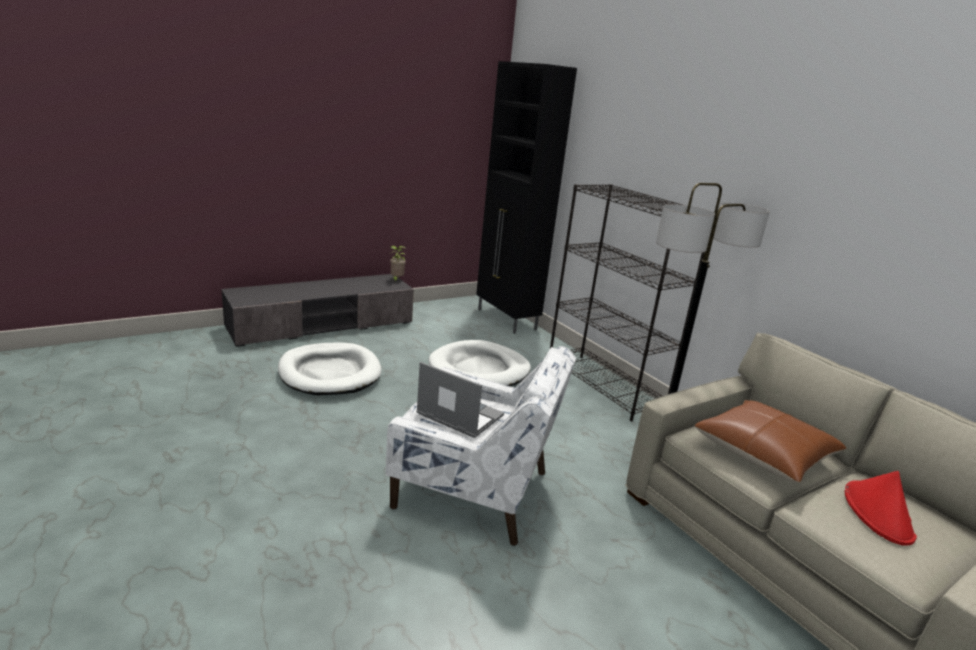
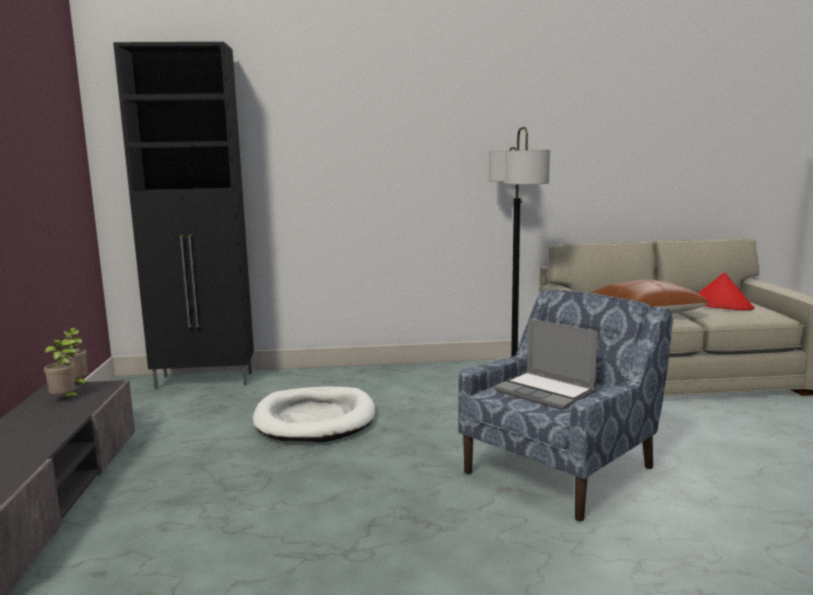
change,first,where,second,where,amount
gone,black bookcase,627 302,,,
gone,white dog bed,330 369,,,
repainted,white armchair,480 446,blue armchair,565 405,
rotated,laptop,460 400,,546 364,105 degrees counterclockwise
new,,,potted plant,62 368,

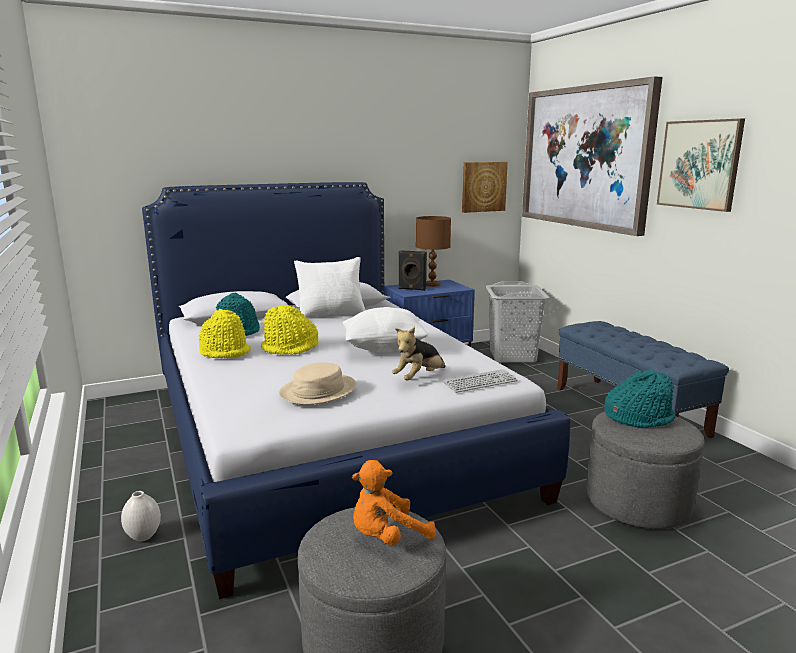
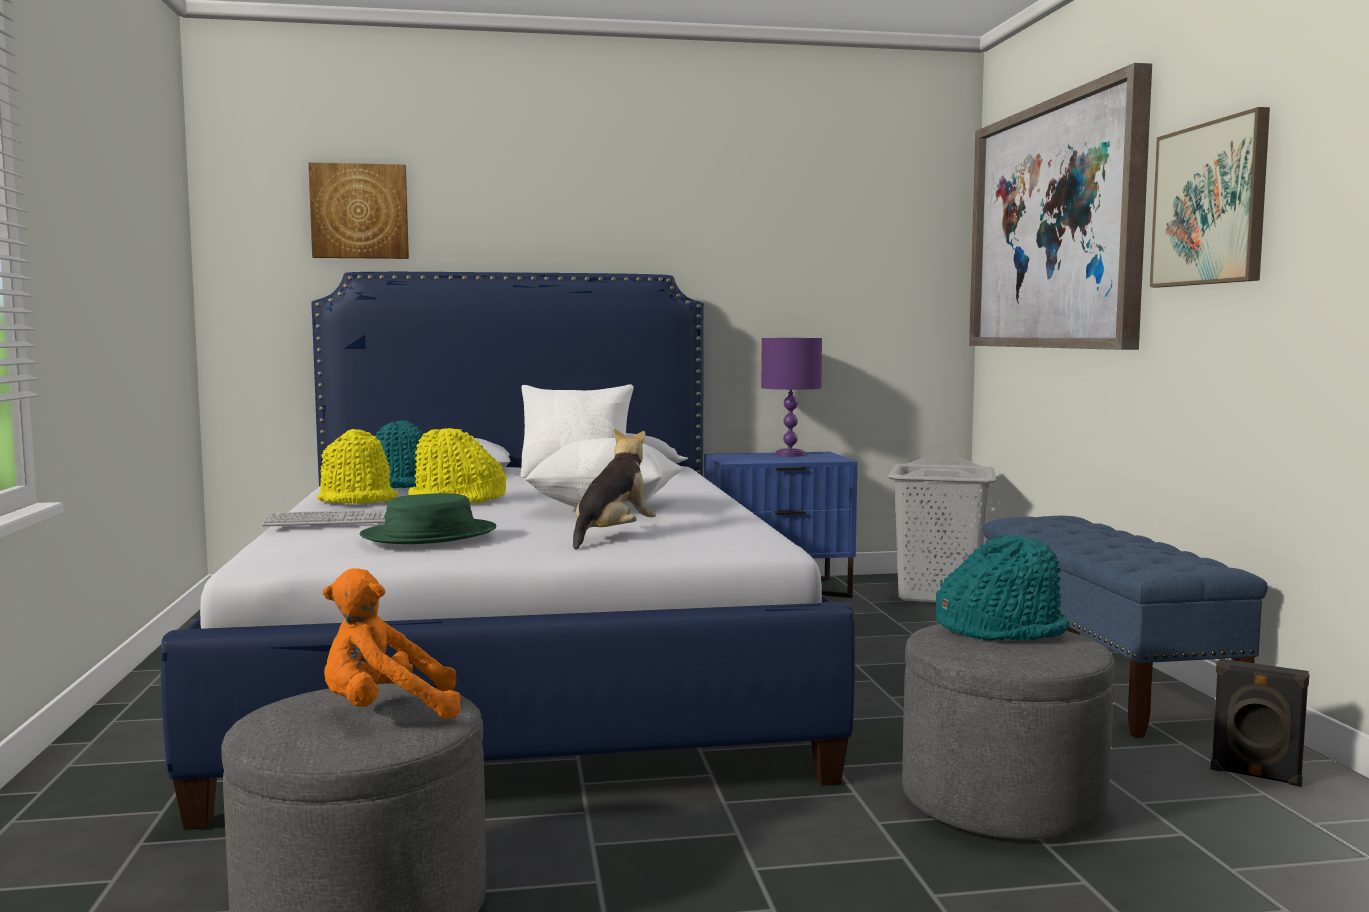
change,first,where,second,where,amount
shifted,picture,485 187,,358 210,
repainted,brown table lamp,433 251,purple table lamp,791 397,
shifted,black speaker,412 270,,1260 723,
rotated,plush toy,418 354,,614 488,150 degrees clockwise
repainted,beige hat,318 383,green hat,428 518,
shifted,keyboard,480 381,,324 517,
gone,white vase,141 516,,,

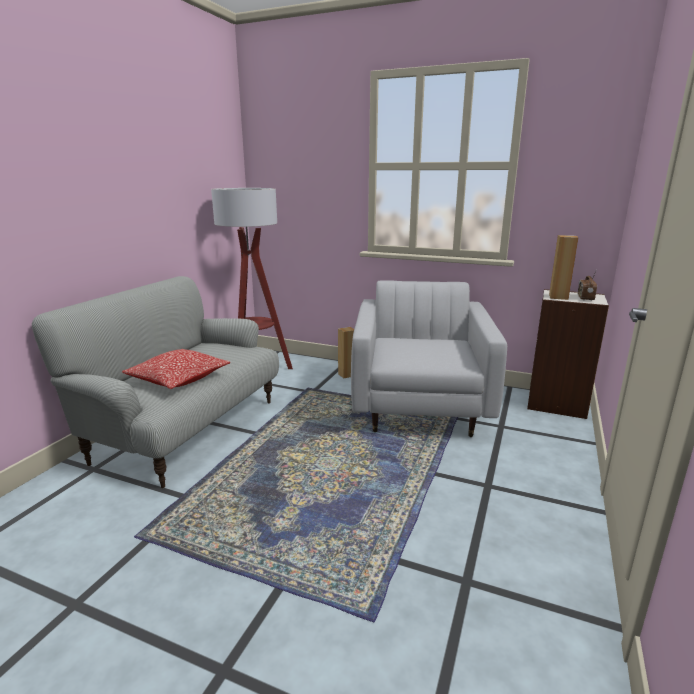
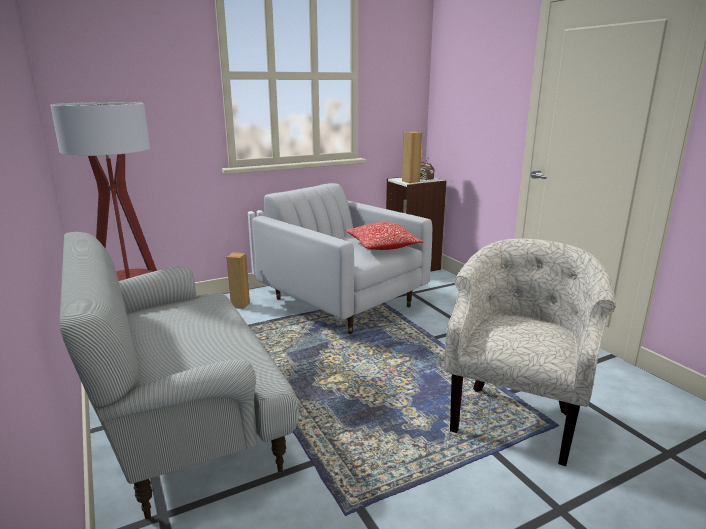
change,first,where,second,where,amount
shifted,pillow,176 369,,384 236,
new,,,beige armchair,530 352,

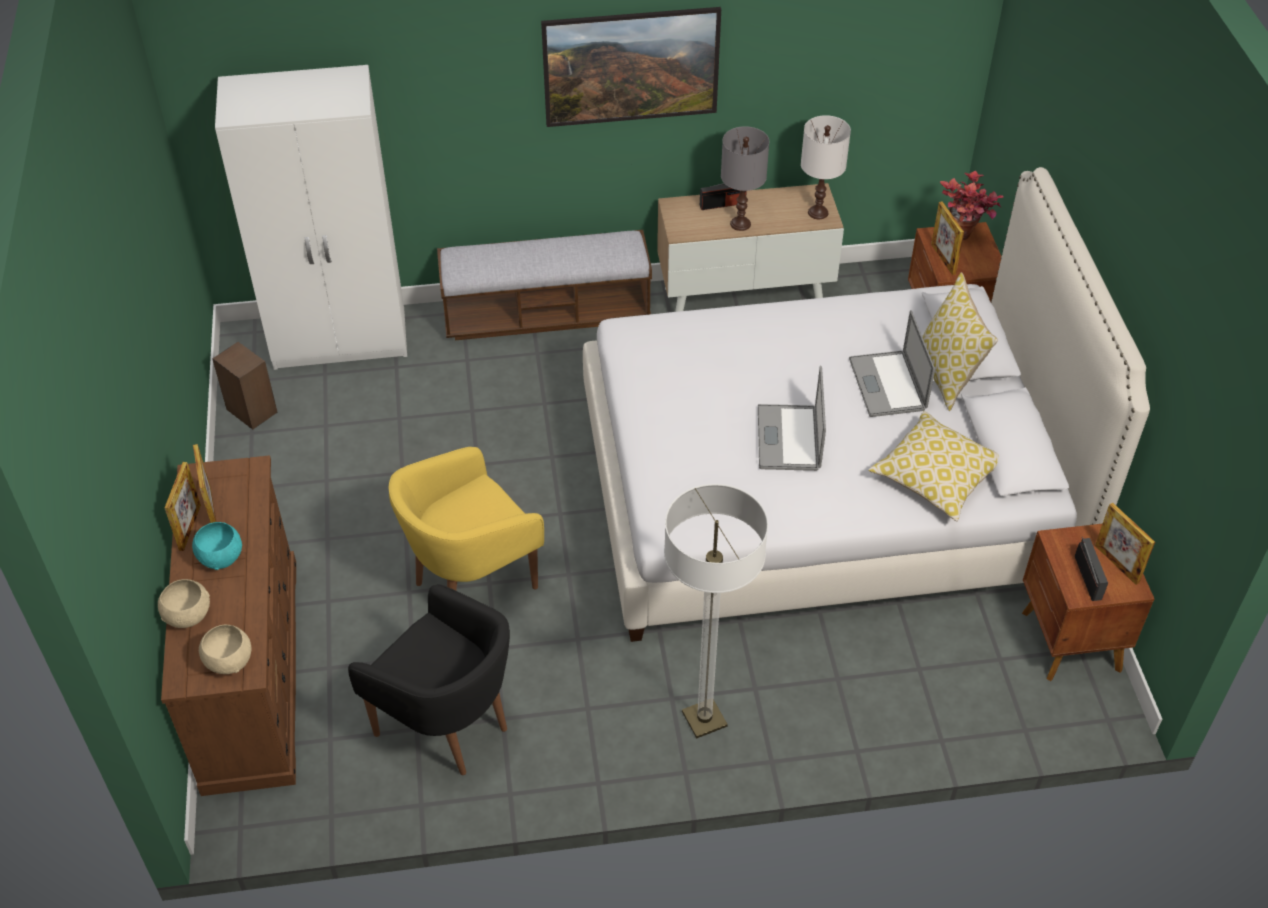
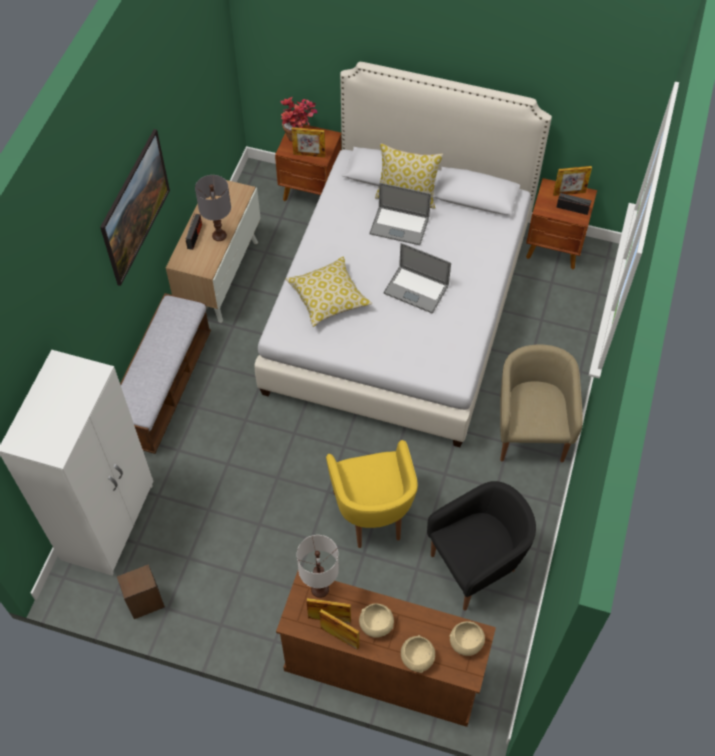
change,first,where,second,where,amount
shifted,white table lamp,826 167,,318 566,
shifted,pillow,933 466,,329 292,
swapped,floor lamp,716 611,beige armchair,541 403,
repainted,turquoise bowl,217 546,beige bowl,376 621,

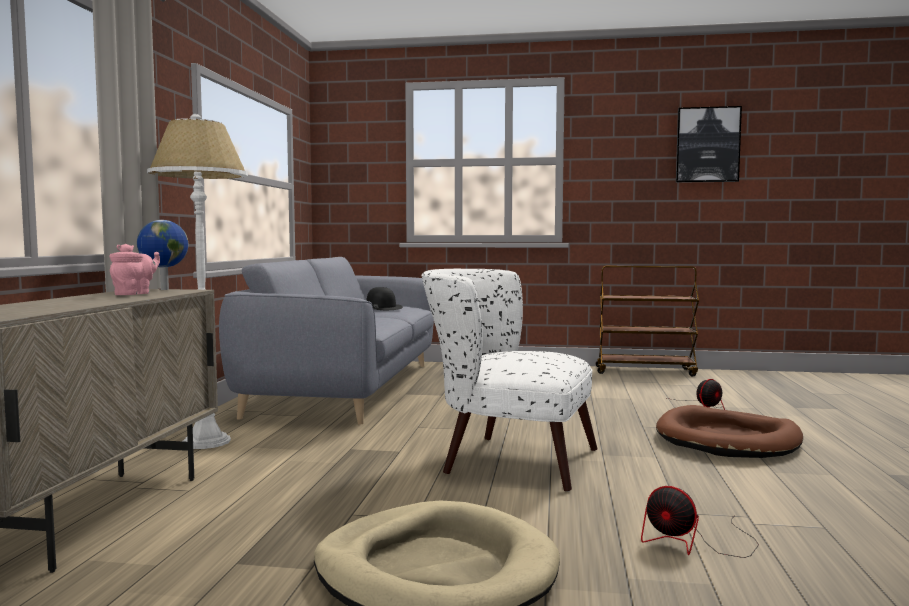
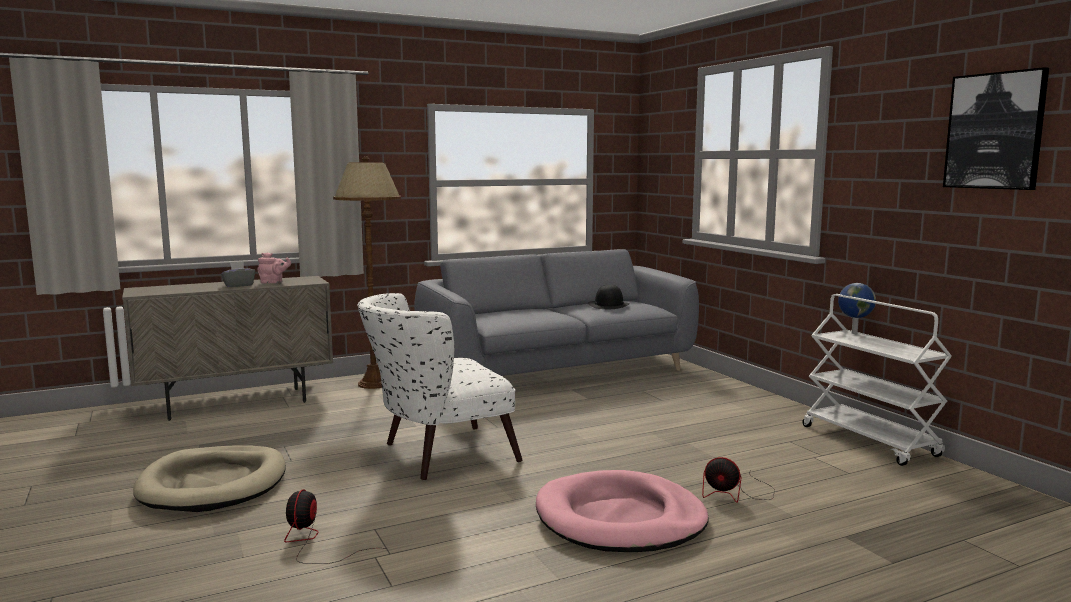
change,first,where,second,where,amount
repainted,white floor lamp,197 281,brown floor lamp,367 272,
shifted,globe,162 255,,857 308,
repainted,brown cart,647 321,white cart,877 380,
rotated,white armchair,509 380,,439 386,105 degrees counterclockwise
repainted,brown dog bed,729 431,pink dog bed,622 511,
new,,,grey tissue box,238 274,

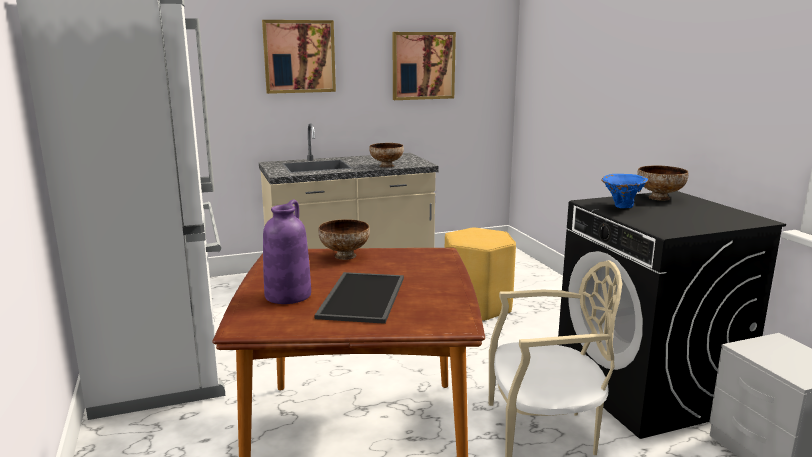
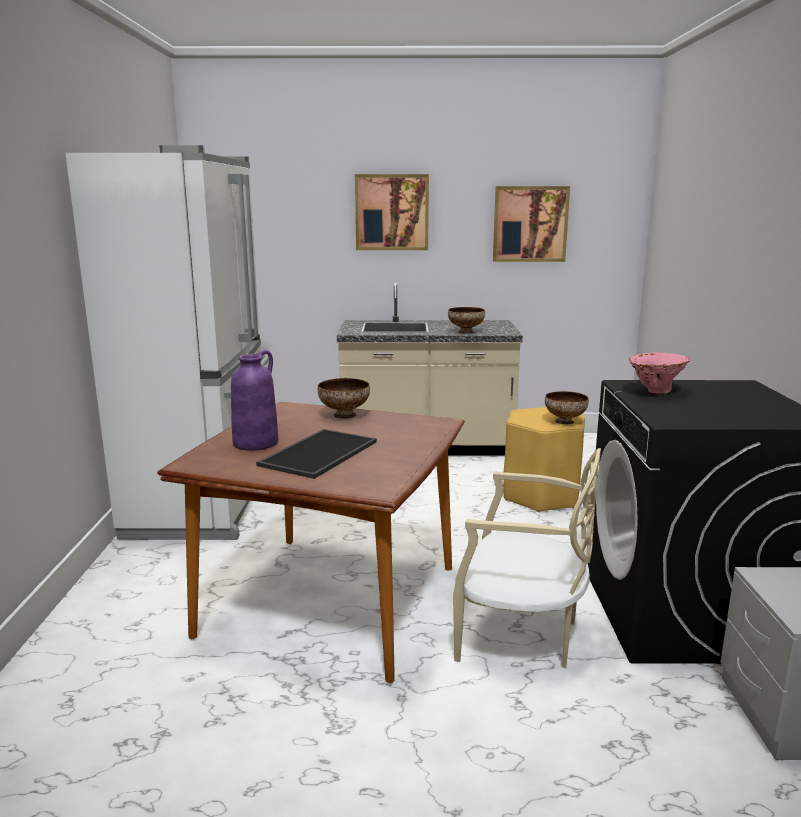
change,first,where,second,where,amount
shifted,bowl,662 183,,567 407,
repainted,blue vase,624 191,pink vase,659 373,

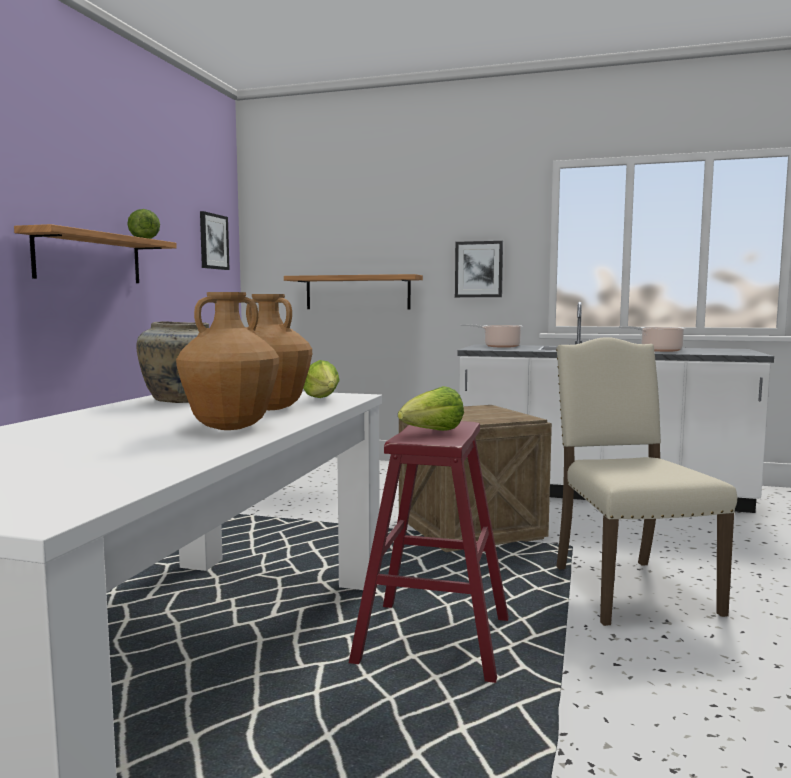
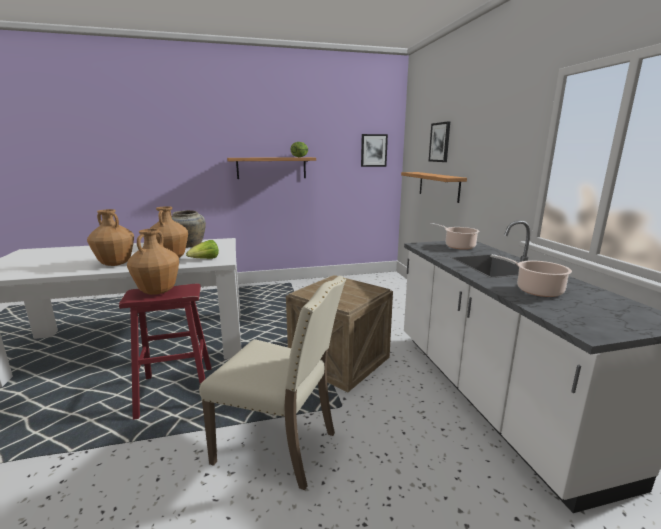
change,first,where,second,where,amount
shifted,picture,479 269,,439 141,
rotated,beige chair,646 481,,272 383,60 degrees clockwise
swapped,lettuce,431 408,brown vase,153 262,

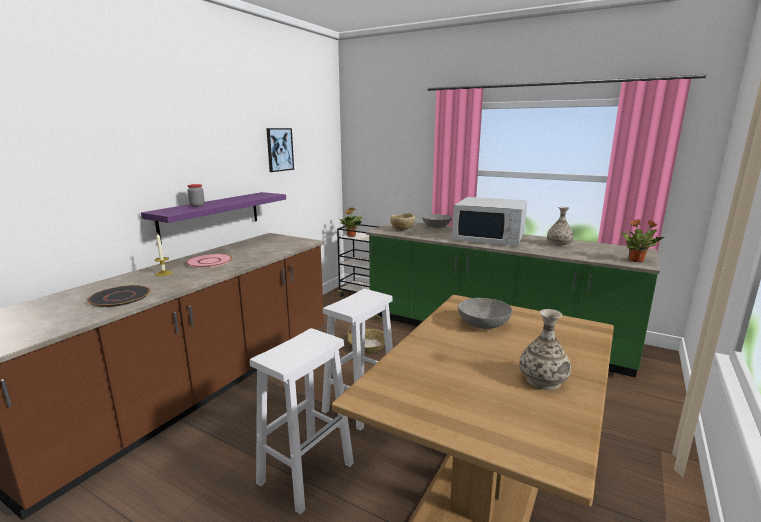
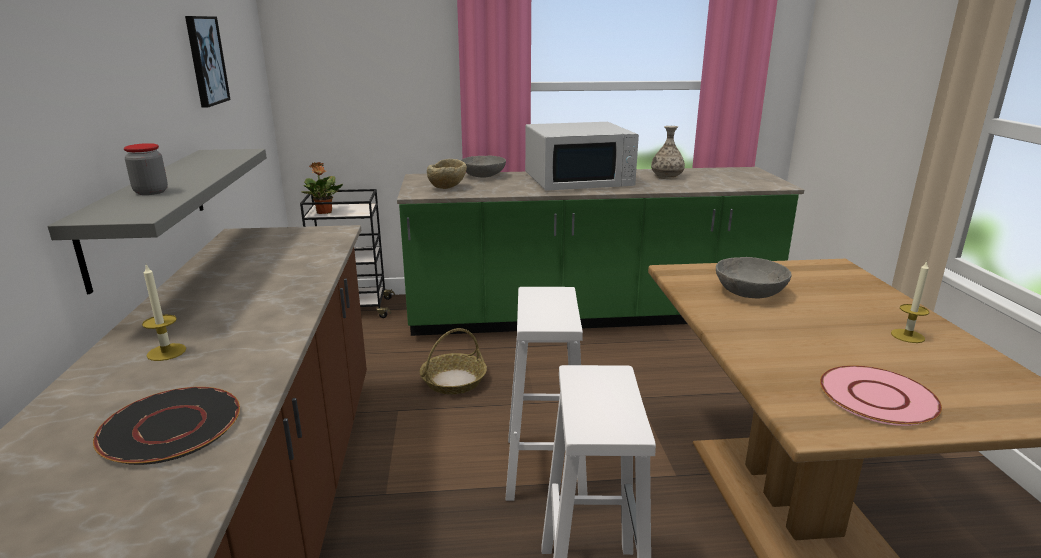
change,first,where,second,where,amount
repainted,purple shelf,213 218,grey shelf,157 221,
gone,potted plant,641 241,,,
shifted,pink plate,209 261,,881 395,
swapped,vase,545 349,candle,910 302,

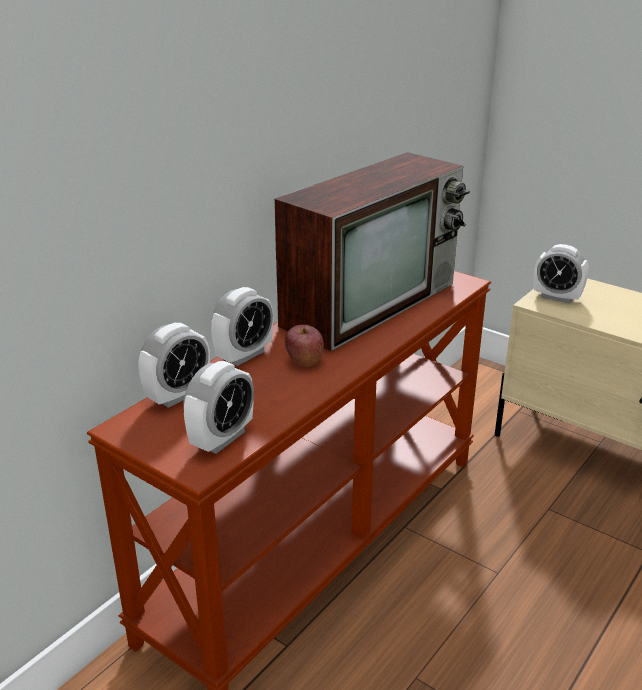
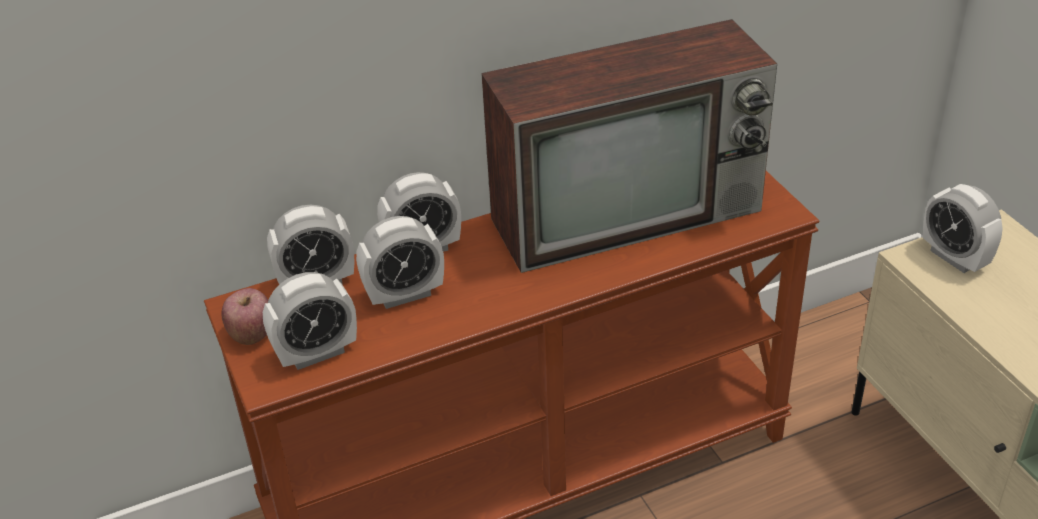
change,first,where,second,where,amount
shifted,apple,304 345,,244 316,
new,,,alarm clock,400 262,

